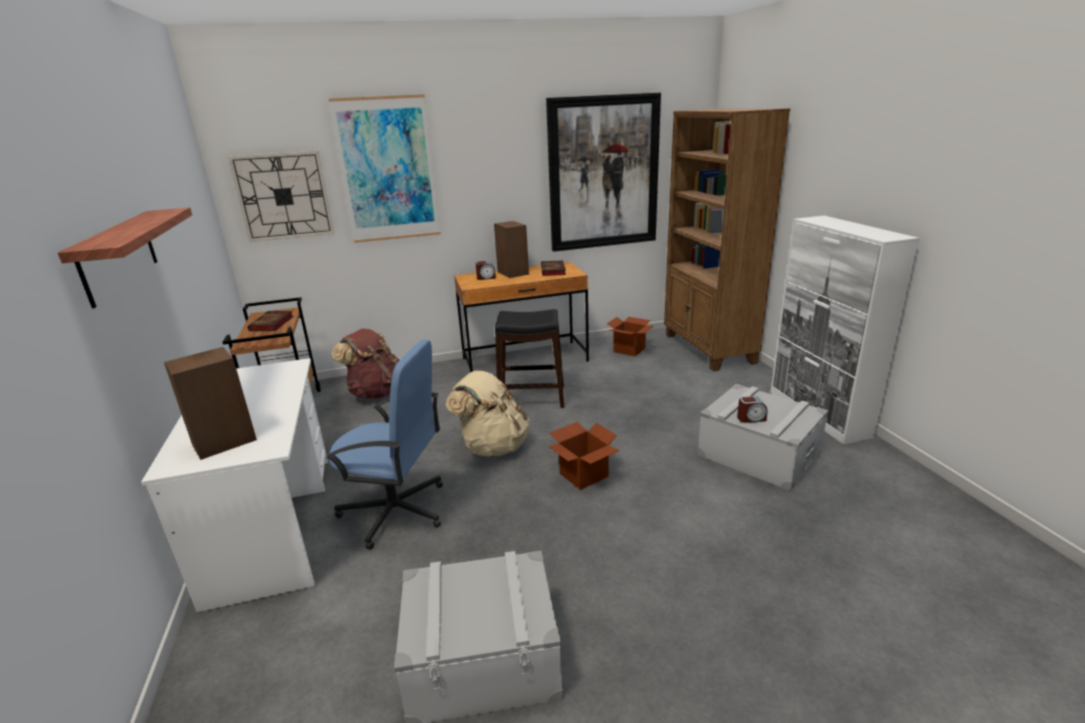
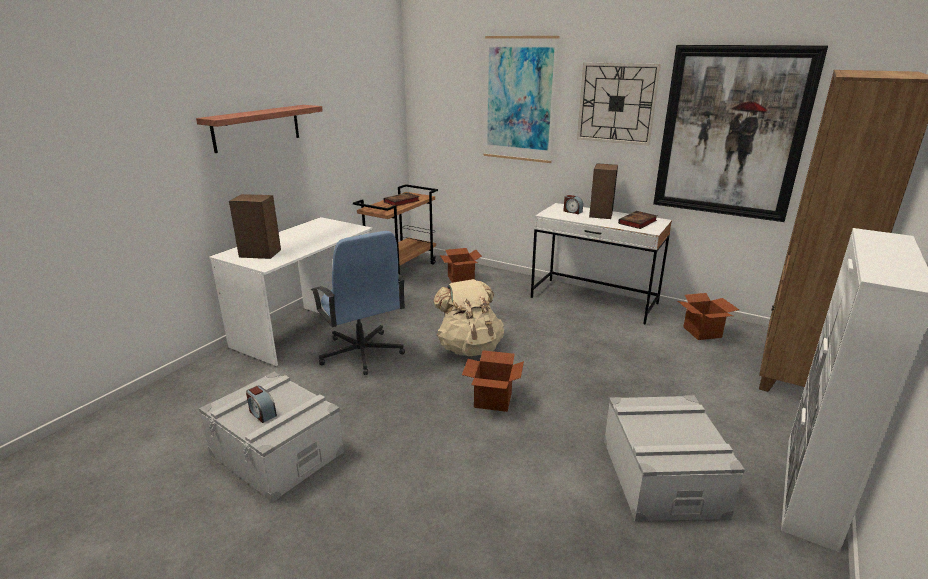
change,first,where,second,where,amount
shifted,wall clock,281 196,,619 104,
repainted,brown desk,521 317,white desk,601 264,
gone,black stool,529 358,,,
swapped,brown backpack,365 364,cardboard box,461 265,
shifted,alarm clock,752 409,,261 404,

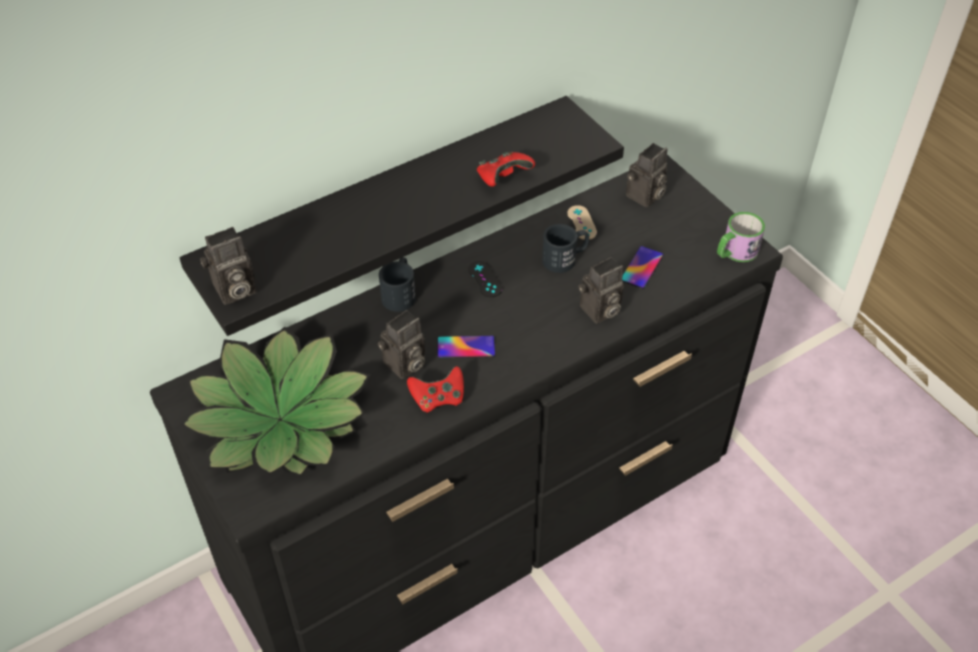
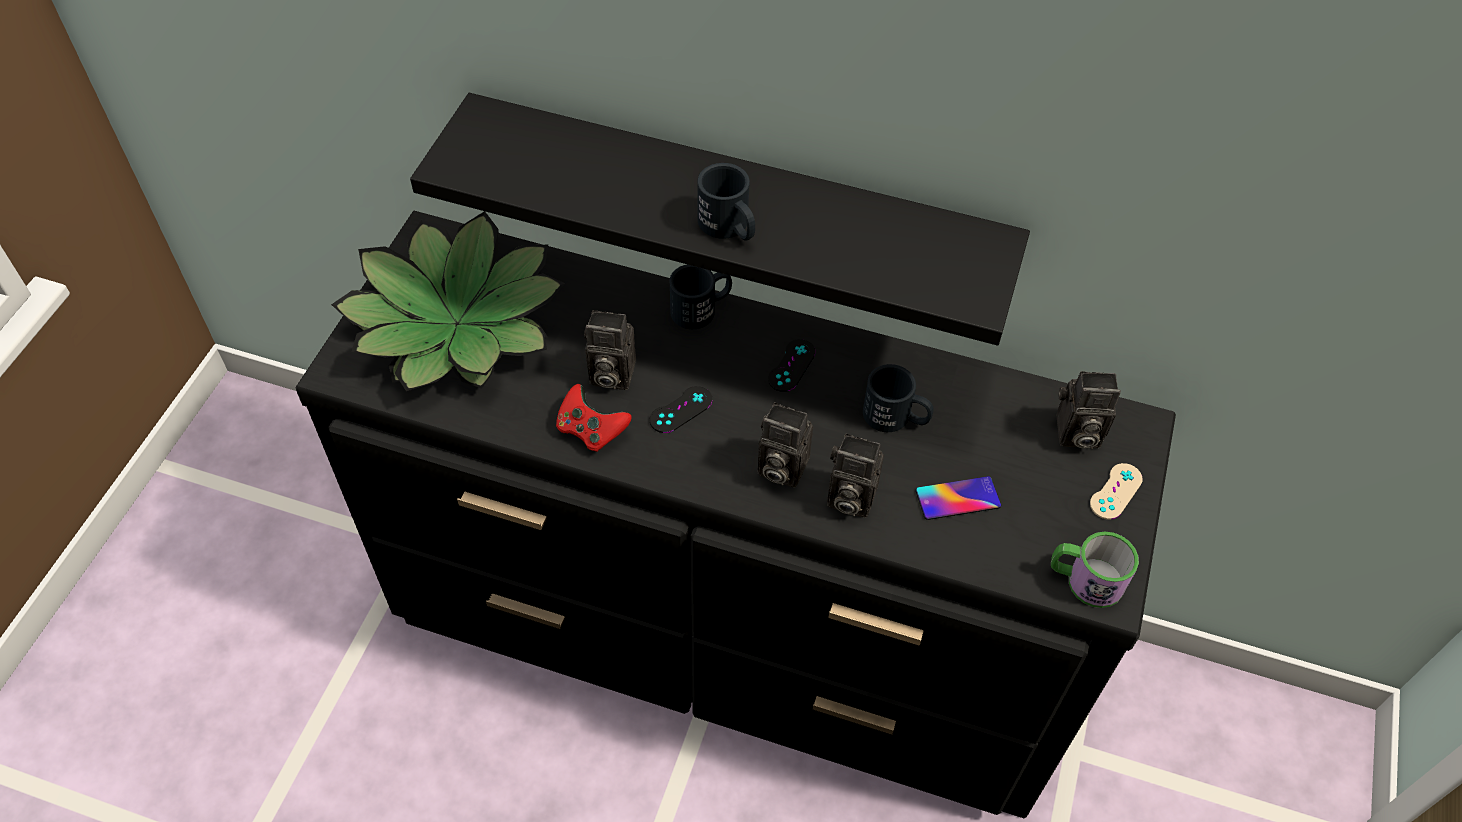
change,first,where,second,where,amount
gone,red game controller,506 169,,,
shifted,beige game controller,582 222,,1116 491,
shifted,photo camera,228 266,,785 445,
swapped,phone,466 347,black game controller,681 409,
new,,,black mug,726 202,

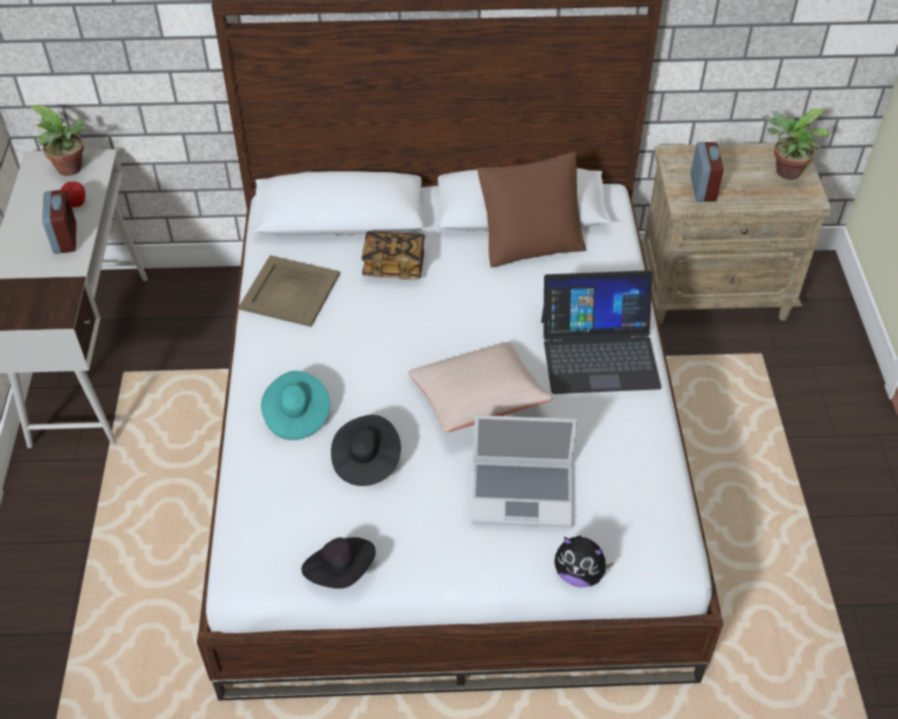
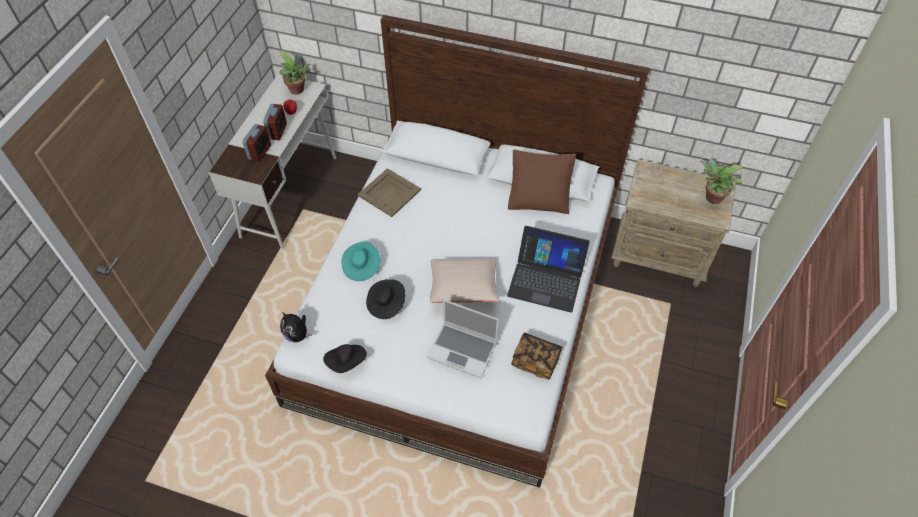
change,first,where,second,where,amount
shifted,alarm clock,707 171,,256 143,
shifted,book,393 255,,537 356,
shifted,plush toy,583 561,,296 327,

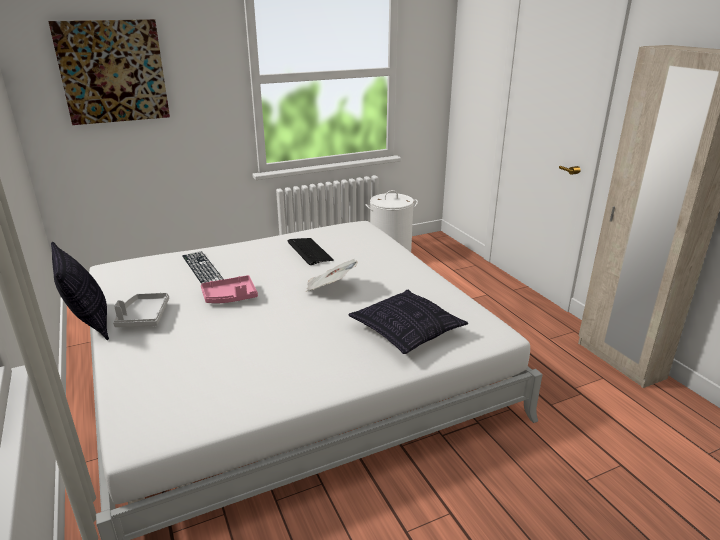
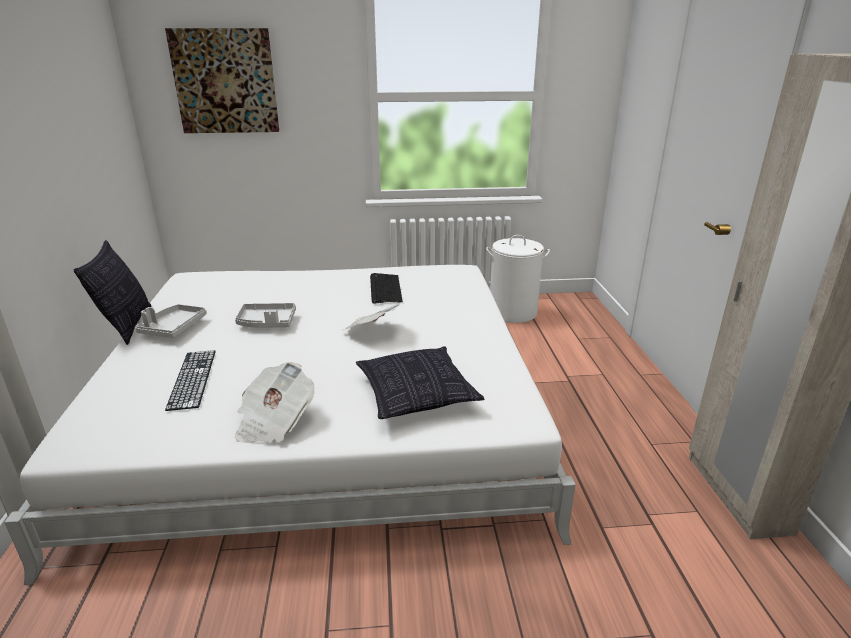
change,first,where,second,where,amount
shifted,keyboard,202 267,,190 380,
repainted,pink tray,229 289,grey tray,265 315,
new,,,newspaper,274 402,

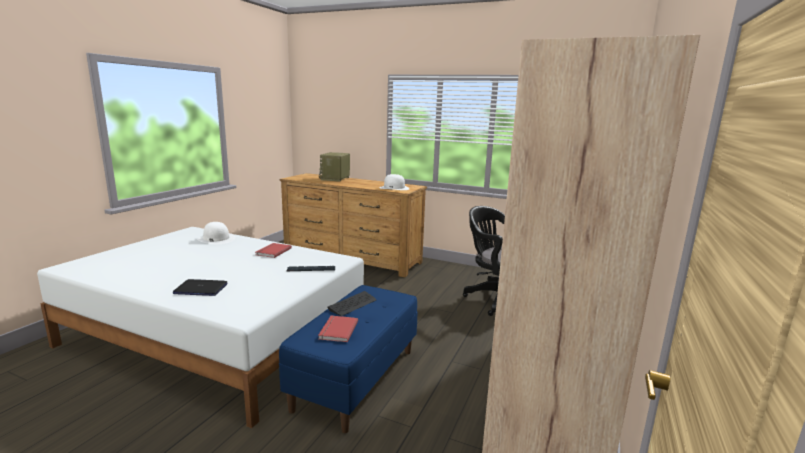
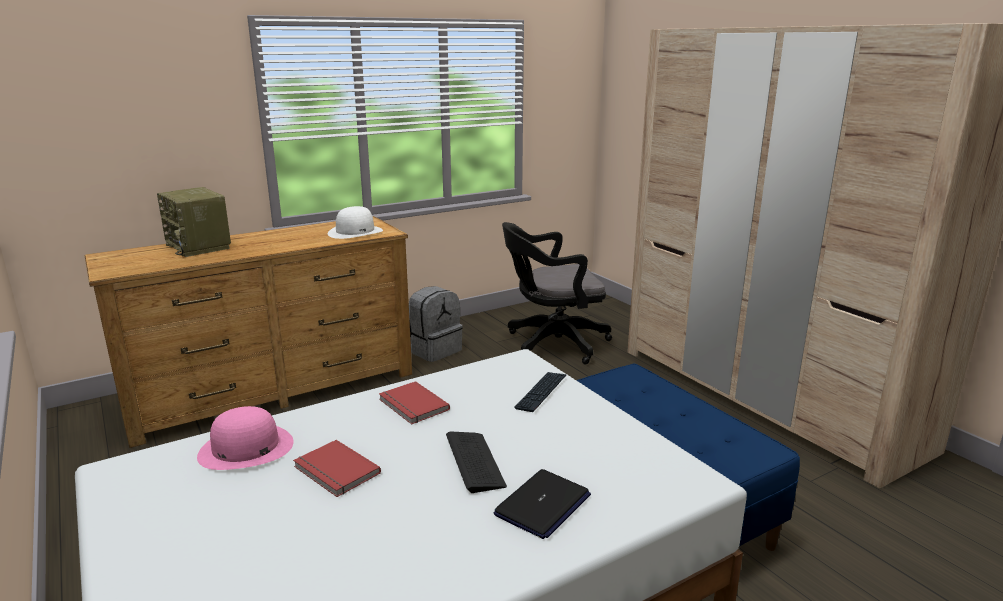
change,first,where,second,where,amount
repainted,white hat,216 233,pink hat,245 438,
shifted,keyboard,351 303,,476 462,
shifted,red book,338 328,,337 468,
new,,,grey backpack,436 324,

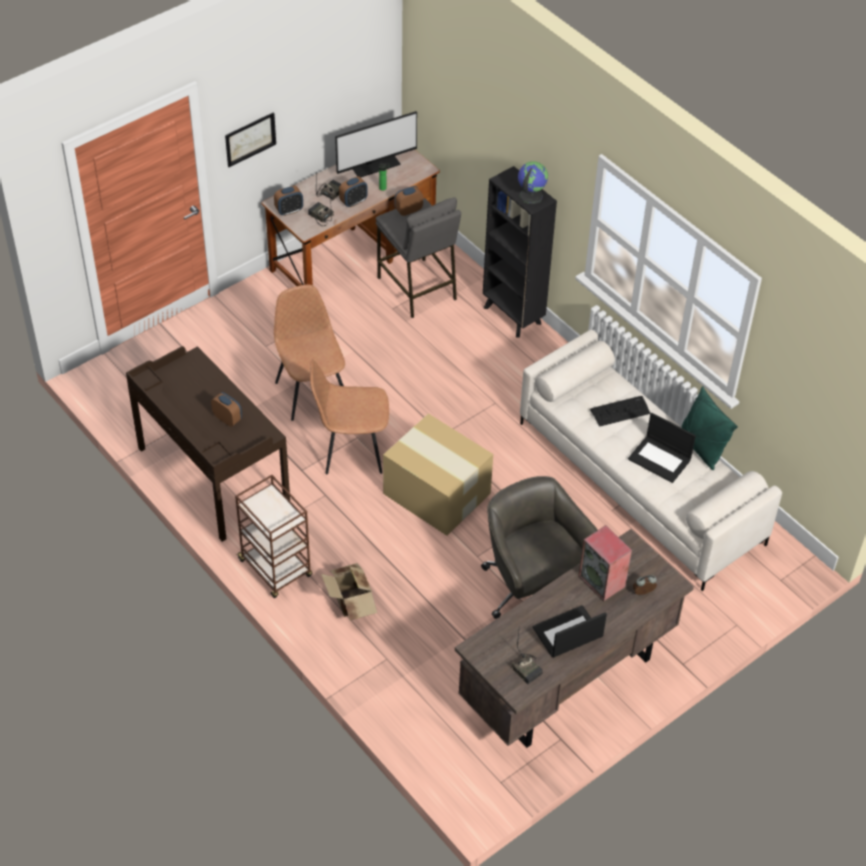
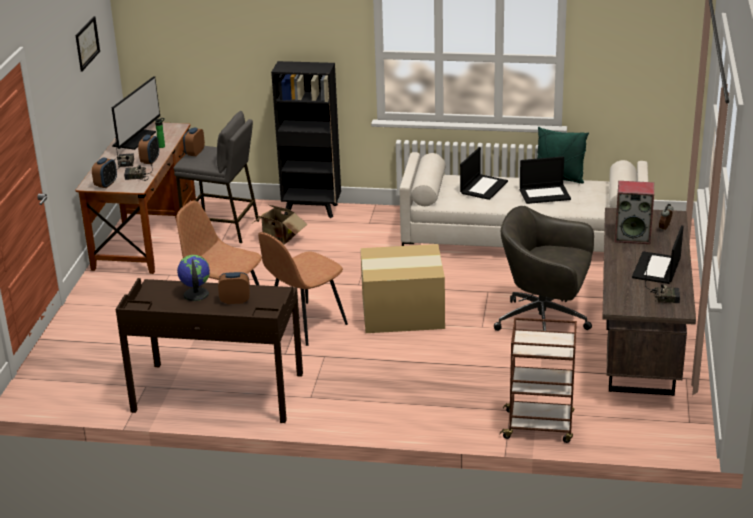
change,first,where,second,where,amount
shifted,picture,250 139,,87 44,
shifted,globe,533 182,,193 278,
swapped,keyboard,620 411,laptop,484 173,
shifted,brown cart,273 536,,538 380,
shifted,cardboard box,349 591,,279 225,

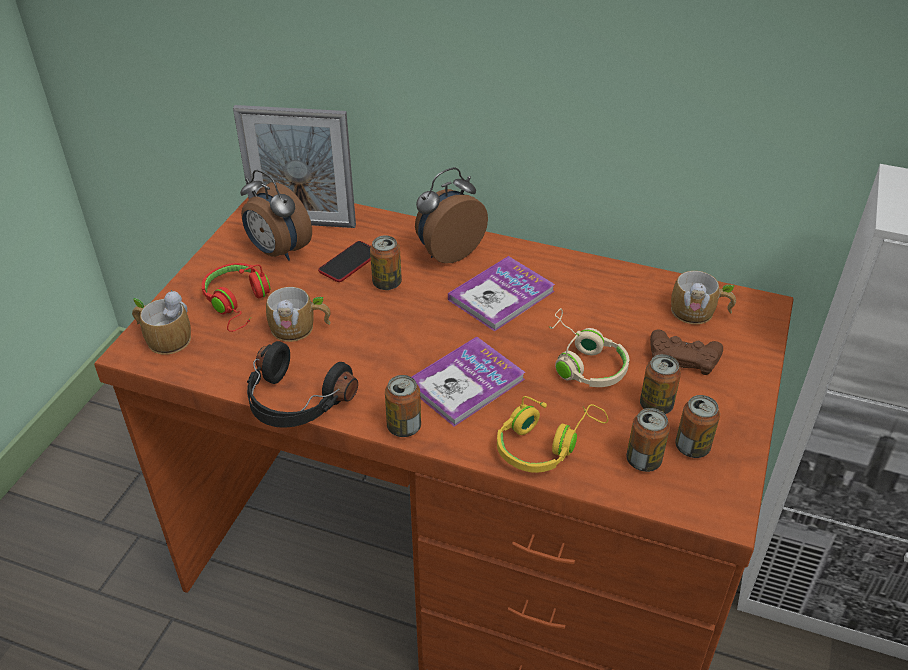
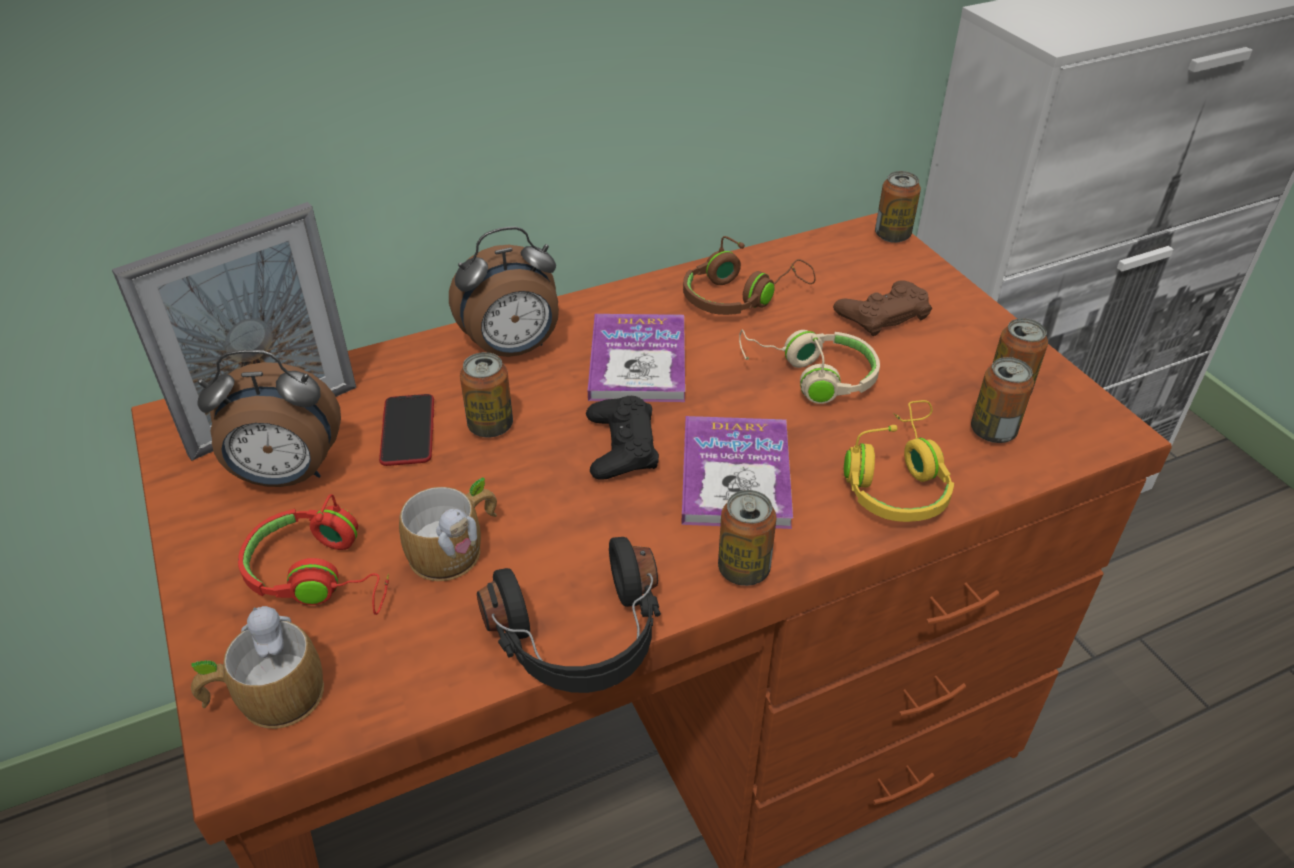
change,first,where,second,where,amount
rotated,alarm clock,451 215,,504 292,120 degrees counterclockwise
gone,mug,703 297,,,
shifted,can,660 384,,898 207,
new,,,brown headphones,749 275,
new,,,black game controller,622 438,

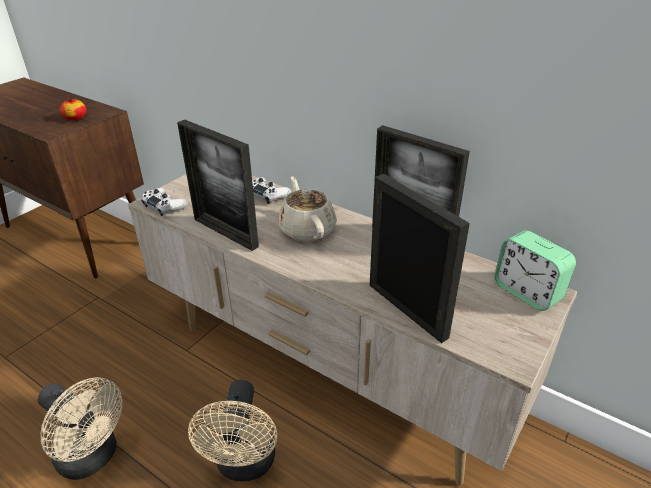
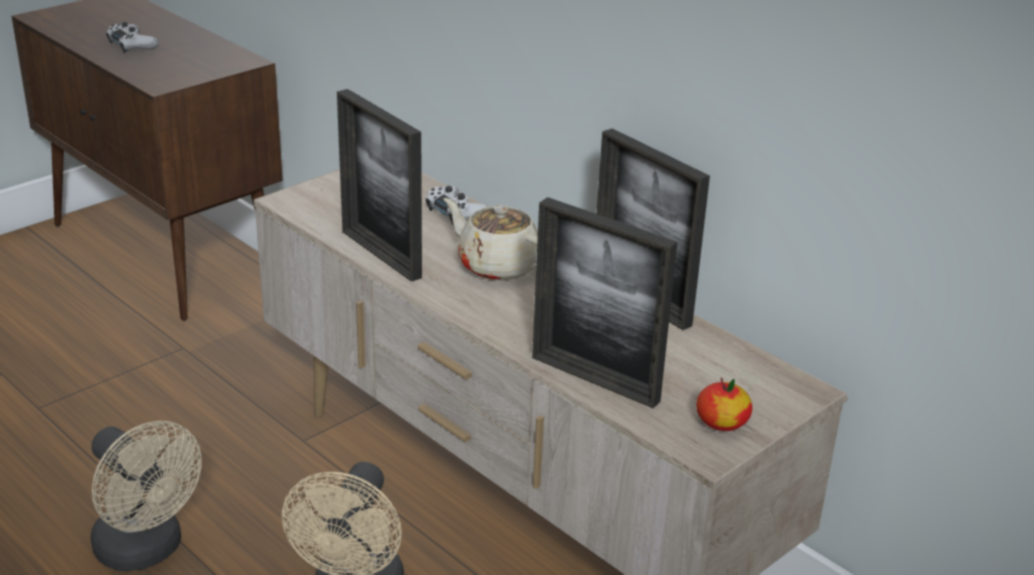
change,first,where,second,where,amount
shifted,apple,73 108,,724 404,
rotated,picture frame,420 258,,604 302,150 degrees clockwise
rotated,beige teapot,307 209,,491 239,45 degrees counterclockwise
shifted,white game controller,164 202,,132 37,
gone,alarm clock,535 271,,,

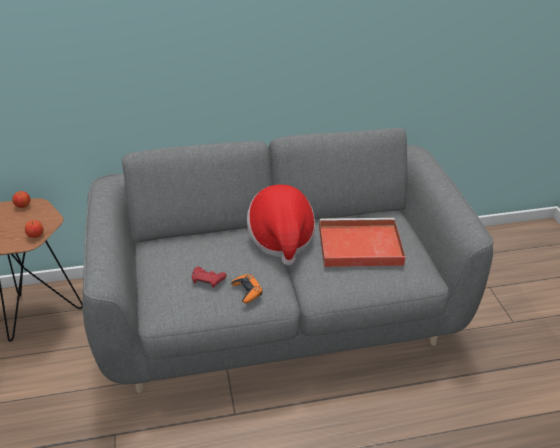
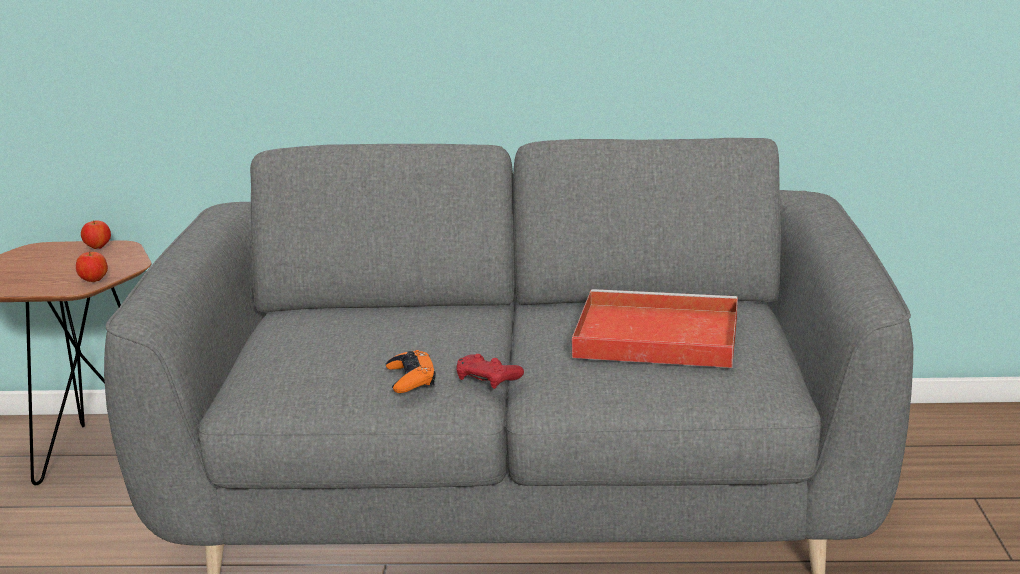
change,first,where,second,where,amount
gone,hat,281 225,,,
shifted,red game controller,209 277,,490 371,

